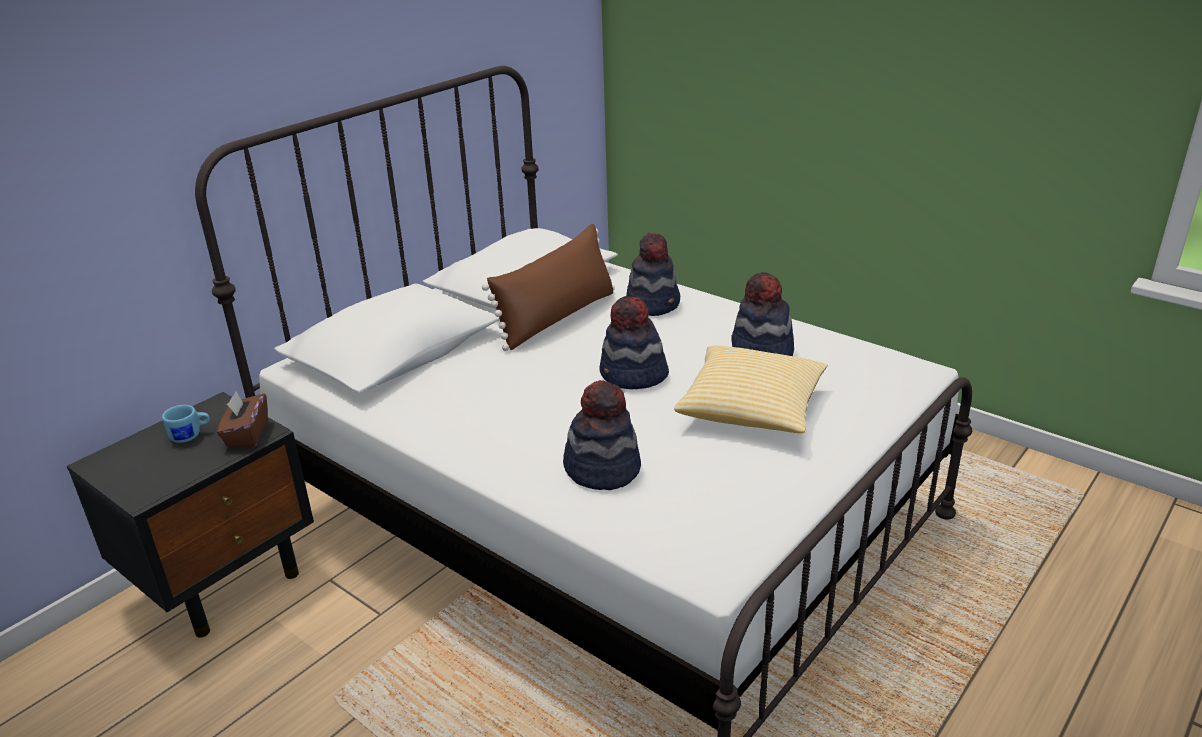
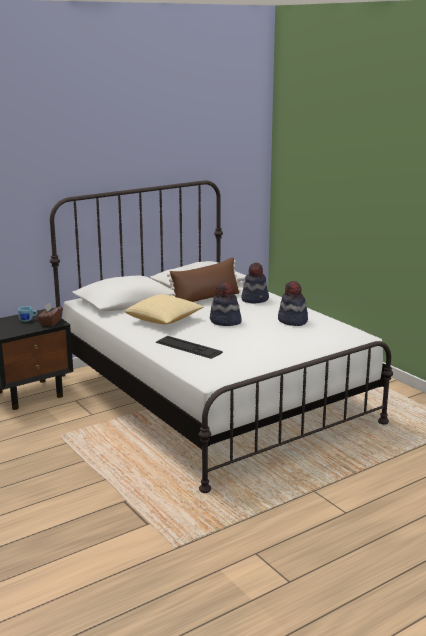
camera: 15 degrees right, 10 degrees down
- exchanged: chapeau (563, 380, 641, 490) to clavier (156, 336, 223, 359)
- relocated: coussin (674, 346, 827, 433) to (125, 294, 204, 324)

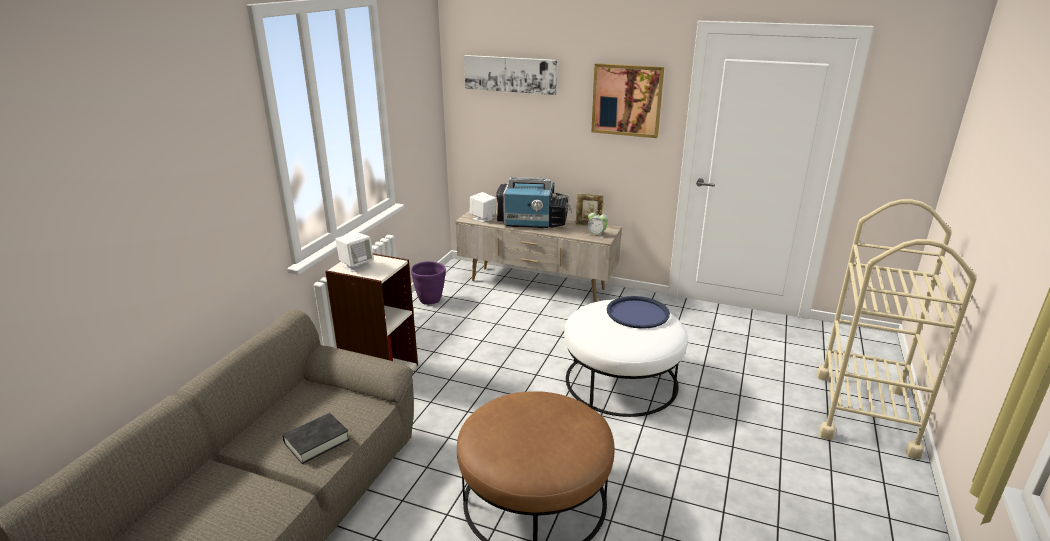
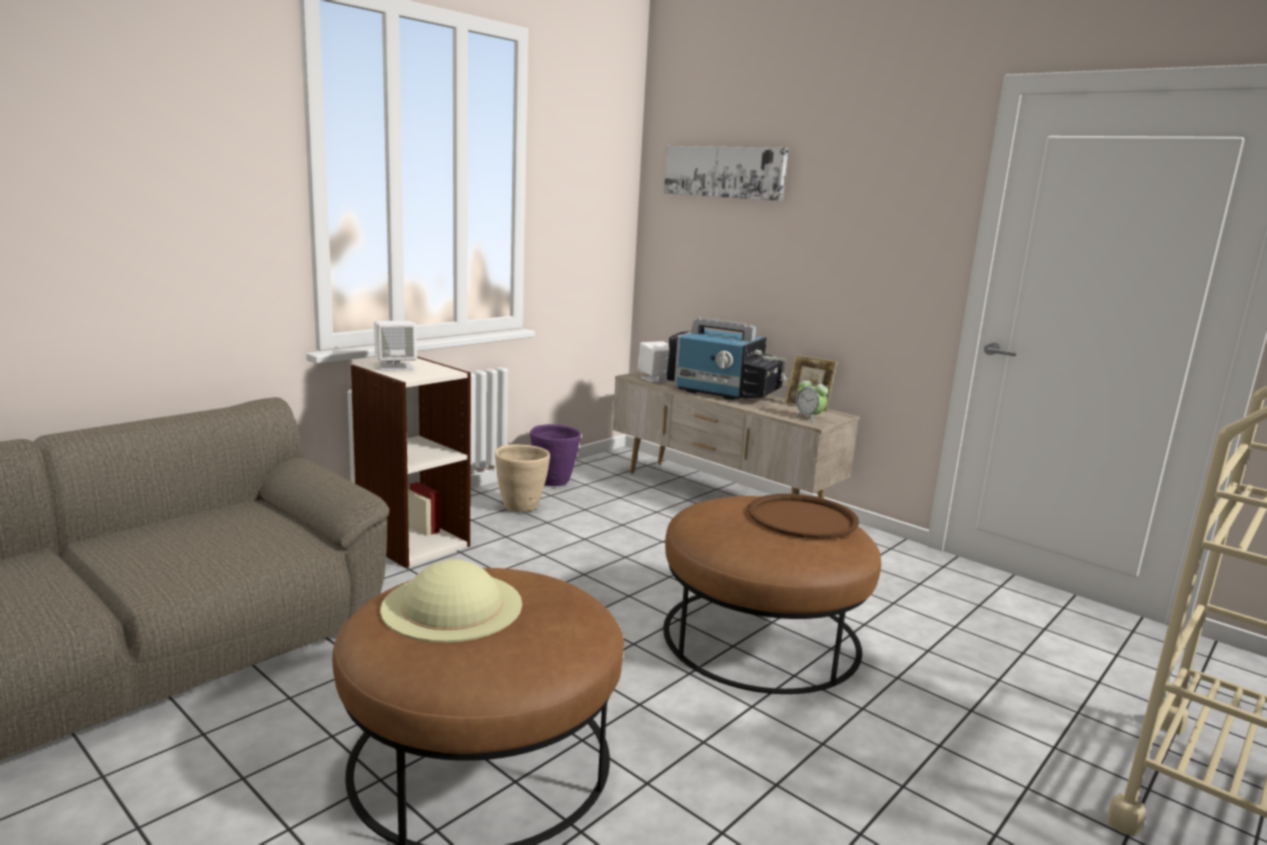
camera: 20 degrees right, 10 degrees down
- missing: livre/noir (282, 413, 350, 464)
- colour: pouf/blanc (564, 299, 688, 417) to pouf/marron (663, 496, 881, 694)
- missing: tableau (591, 63, 664, 138)
- colour: plateau/bleu (607, 296, 670, 329) to plateau/marron (748, 494, 859, 539)
- appeared: chapeau/beige (380, 560, 522, 643)
- appeared: cache-pot/beige (495, 445, 550, 513)

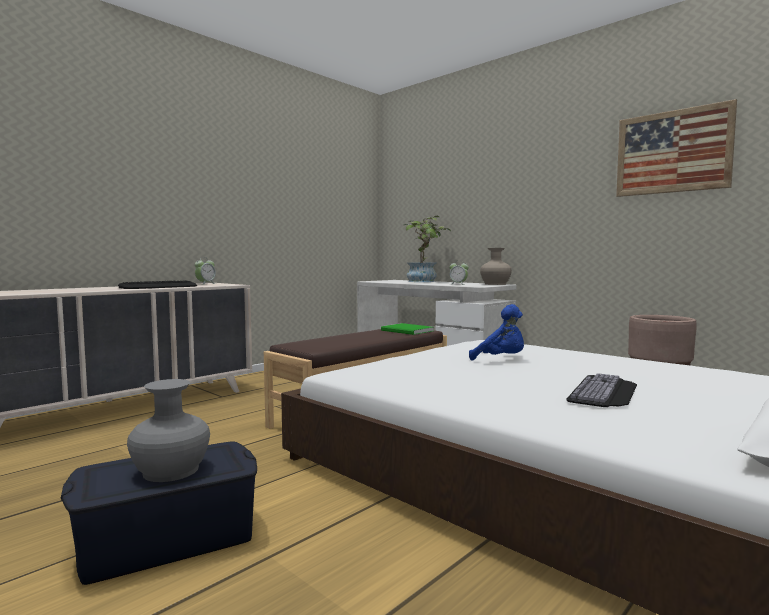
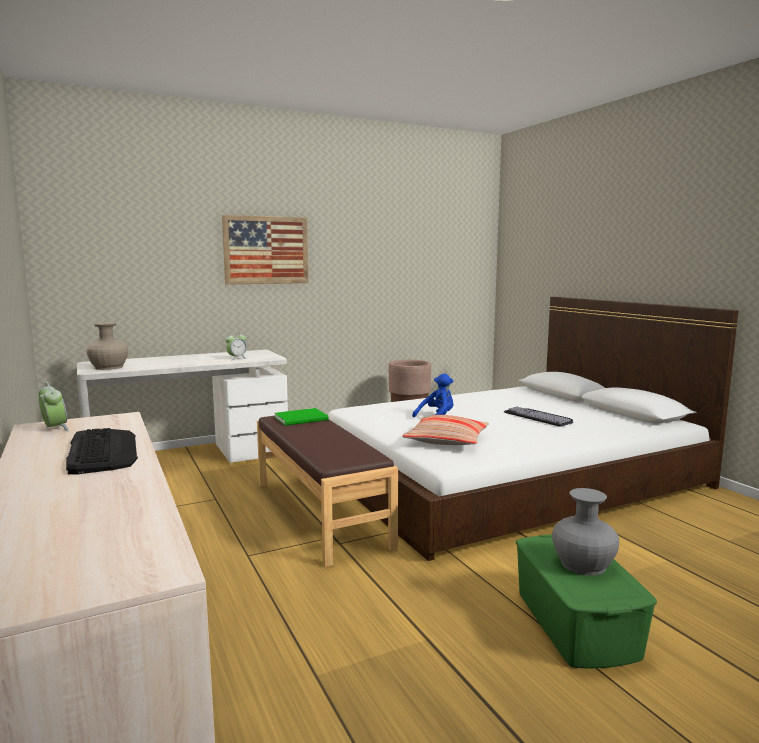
camera: 70 degrees left, 5 degrees up
- colour: boîte de rangement/bleu (61, 442, 257, 585) to boîte de rangement/vert (516, 534, 657, 668)
- missing: plante en pot (404, 216, 451, 282)
- relocated: vase/beige (480, 248, 512, 285) to (87, 322, 128, 370)
- relocated: tableau (616, 99, 737, 197) to (222, 215, 309, 285)
- appeared: coussin (402, 415, 489, 445)

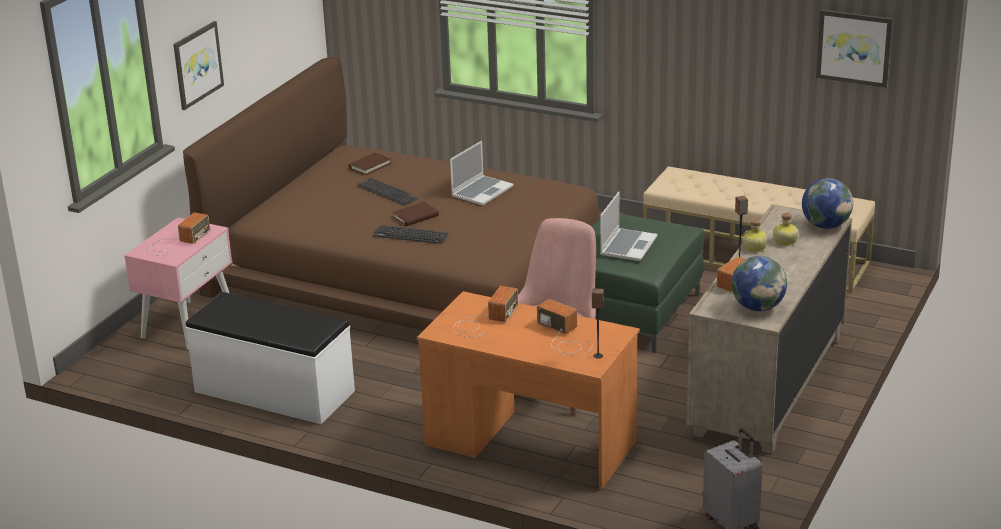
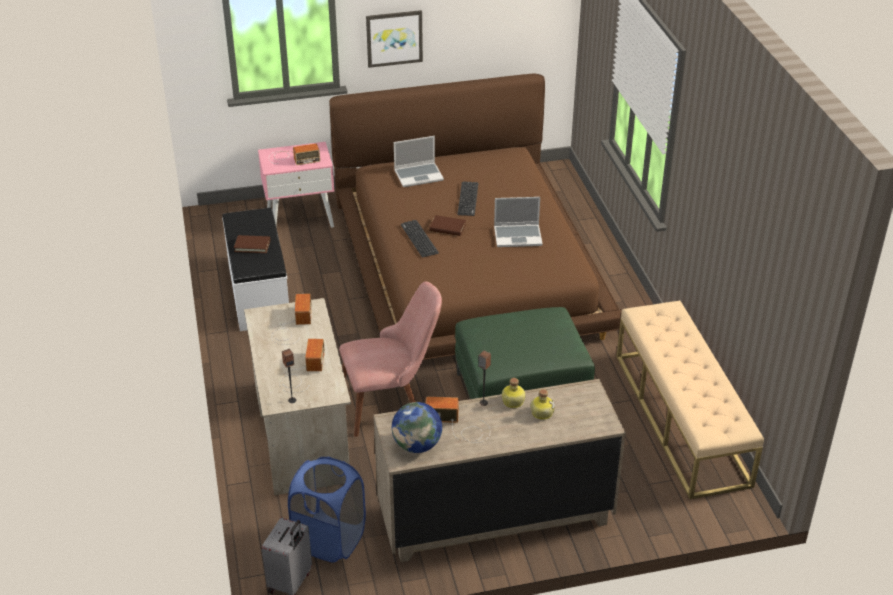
camera: 50 degrees right, 10 degrees up
- relocated: livre/marron (348, 152, 392, 175) to (234, 235, 270, 253)
- colour: bureau/orange (417, 291, 640, 490) to bureau/beige (244, 298, 351, 495)
- spun: radio (453, 286, 518, 337) = (271, 294, 312, 345) 75 degrees counterclockwise
- relocated: ordinateur portable (600, 192, 658, 261) to (394, 136, 444, 187)
- missing: globe (802, 178, 853, 229)
- missing: tableau (816, 10, 893, 88)
- appeared: panier à linge/bleu (288, 457, 366, 562)

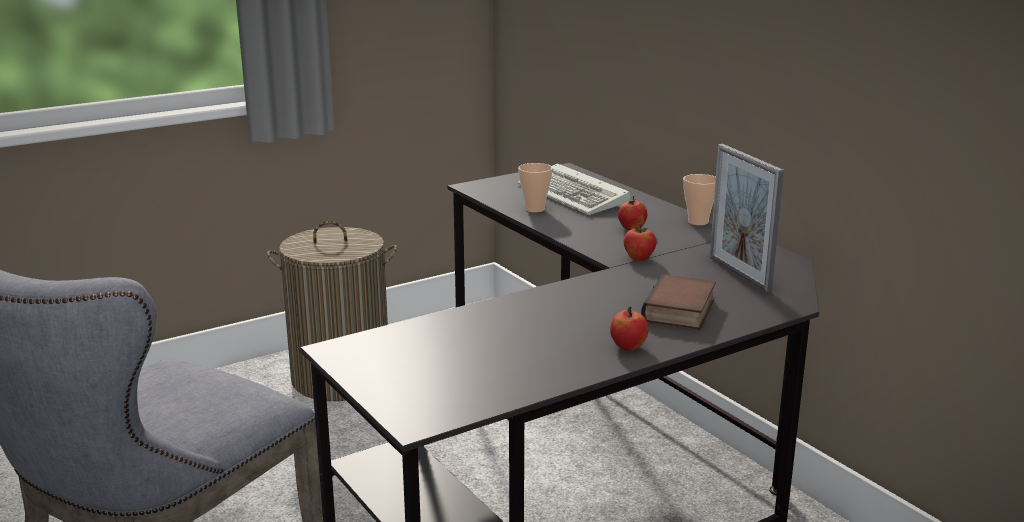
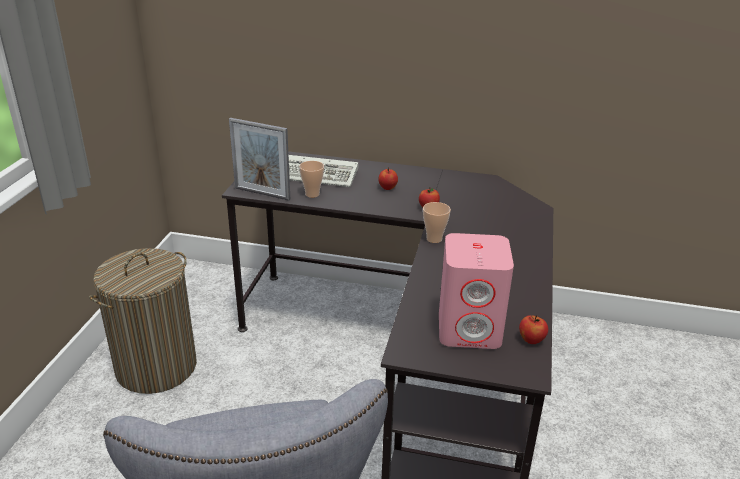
camera: 45 degrees left, 10 degrees up
- relocated: pomme (610, 306, 649, 351) to (519, 315, 548, 344)
- missing: livre (641, 274, 716, 330)
- relocated: tasse (683, 174, 716, 225) to (423, 202, 451, 243)
- relocated: cadre photo (710, 144, 784, 293) to (229, 118, 290, 201)
- appeared: enceinte/rose (439, 233, 514, 349)

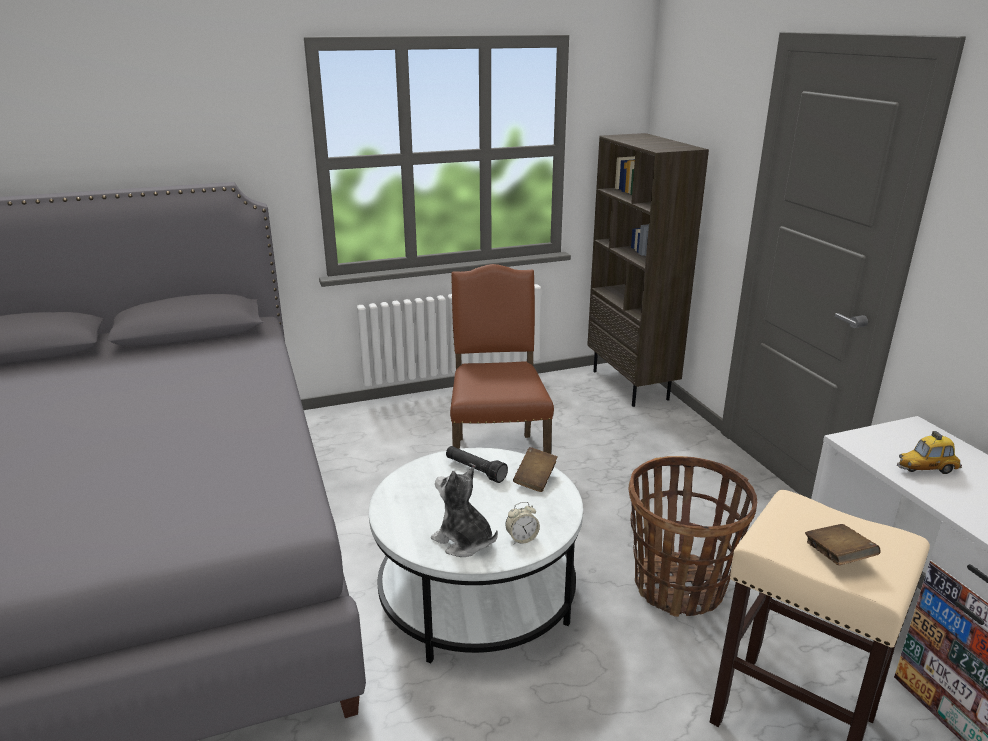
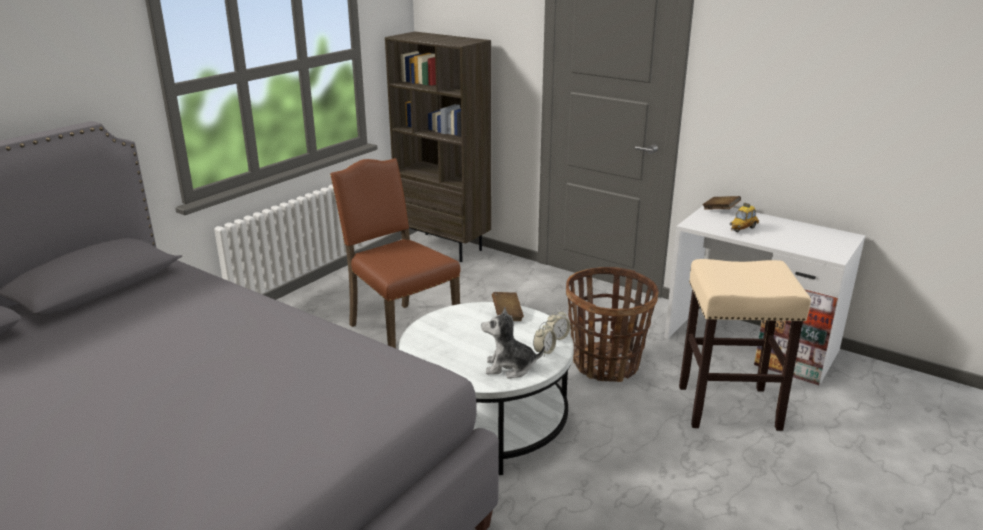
camera: 35 degrees left, 0 degrees up
- missing: lampe de poche/noir (446, 446, 508, 483)
- relocated: livre/marron (805, 524, 881, 565) to (703, 196, 741, 210)
- appeared: réveil (545, 309, 571, 340)

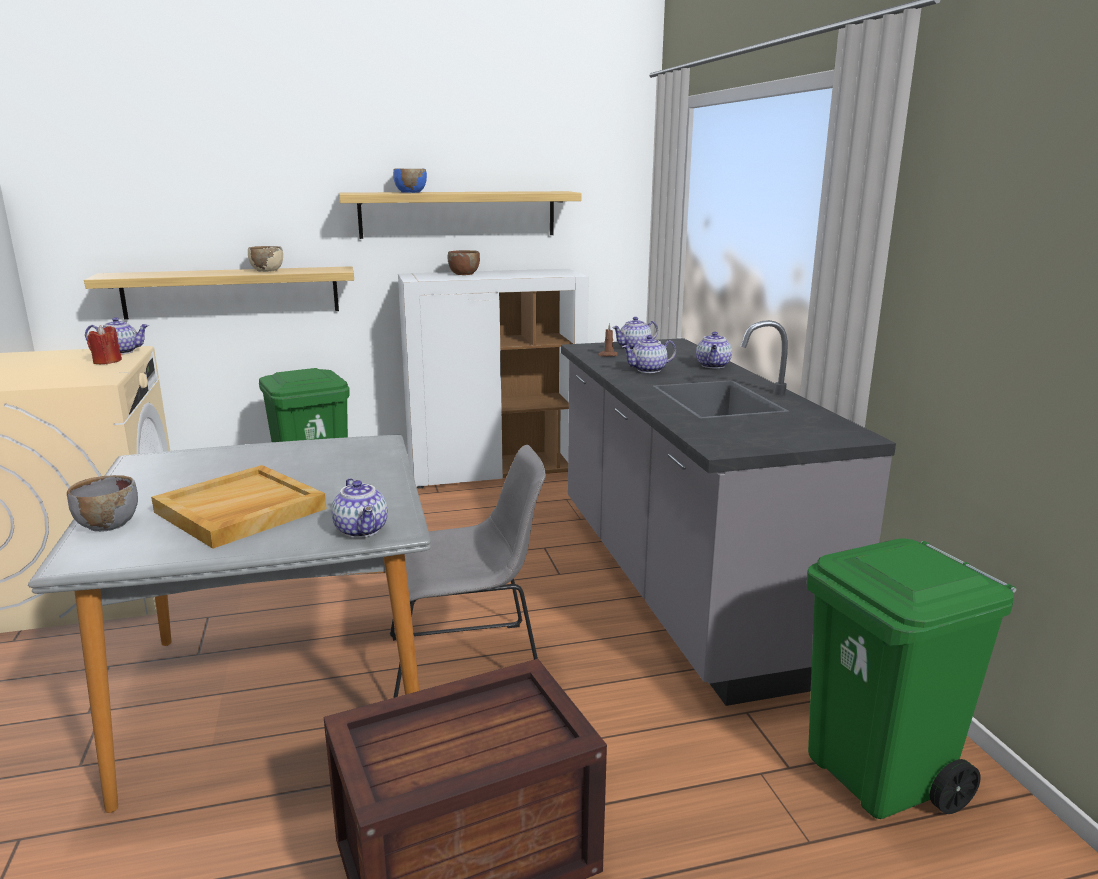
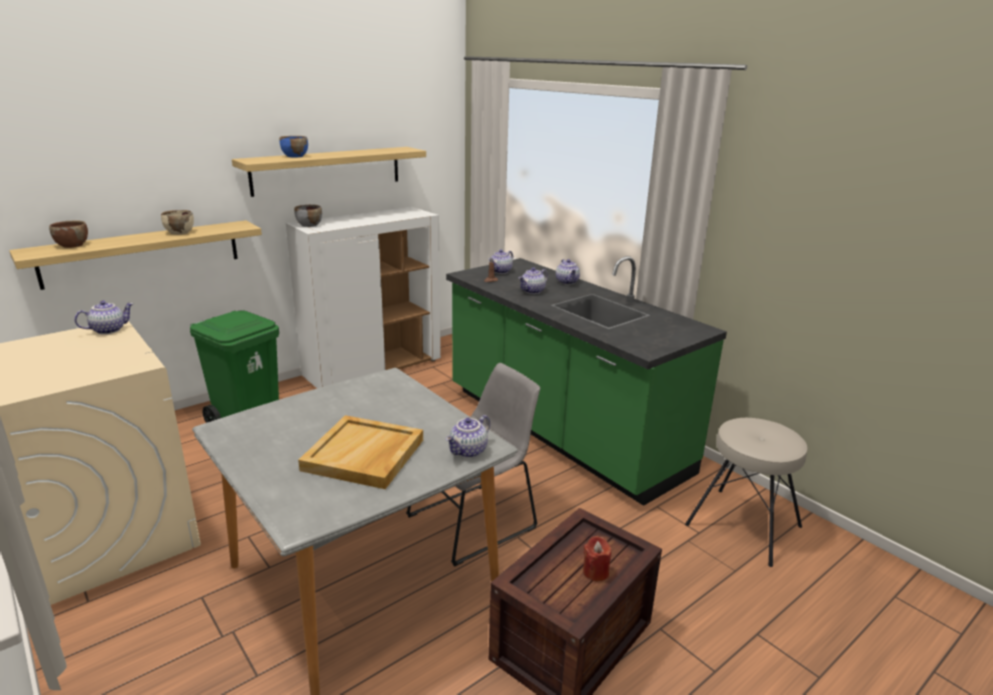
camera: 25 degrees left, 5 degrees up
- relocated: bol/gris (67, 475, 138, 532) to (294, 205, 322, 227)
- relocated: bougie/rouge (87, 325, 122, 364) to (583, 536, 611, 581)
- spun: théière (331, 478, 388, 538) = (446, 415, 490, 458) 90 degrees clockwise
- relocated: bol/marron (448, 250, 480, 275) to (49, 221, 88, 248)
- colour: comptoir de cuisine/gris (561, 320, 896, 706) to comptoir de cuisine/vert (446, 256, 727, 506)
- exchanged: poubelle/vert (807, 538, 1016, 819) to tabouret/beige (685, 418, 808, 567)

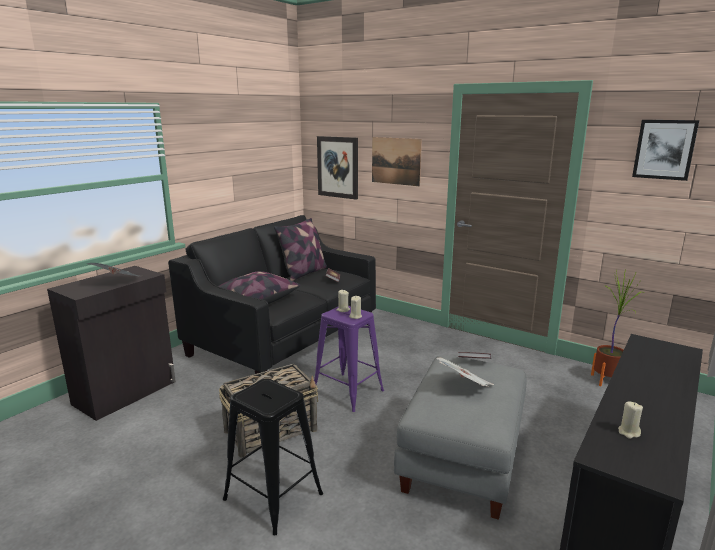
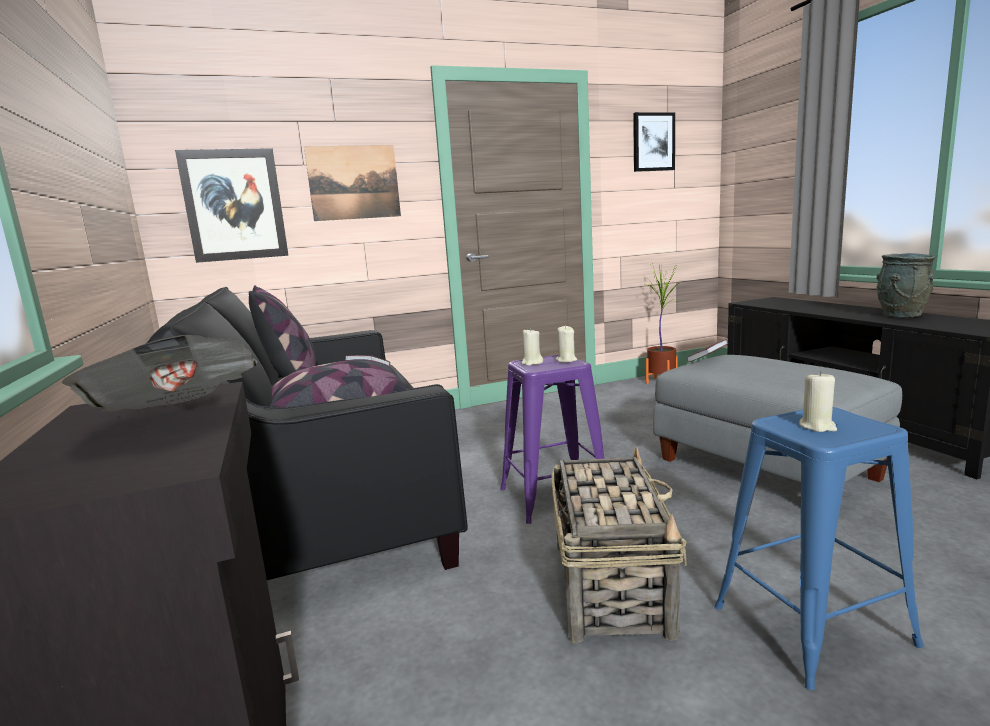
camera: 55 degrees left, 5 degrees down
- colour: tabouret/noir (223, 378, 323, 535) to tabouret/bleu (714, 407, 924, 690)
- missing: journal (436, 358, 494, 387)
- relocated: bougie/beige (618, 401, 643, 439) to (799, 371, 837, 432)
- appeared: vase/gris (876, 253, 936, 318)

